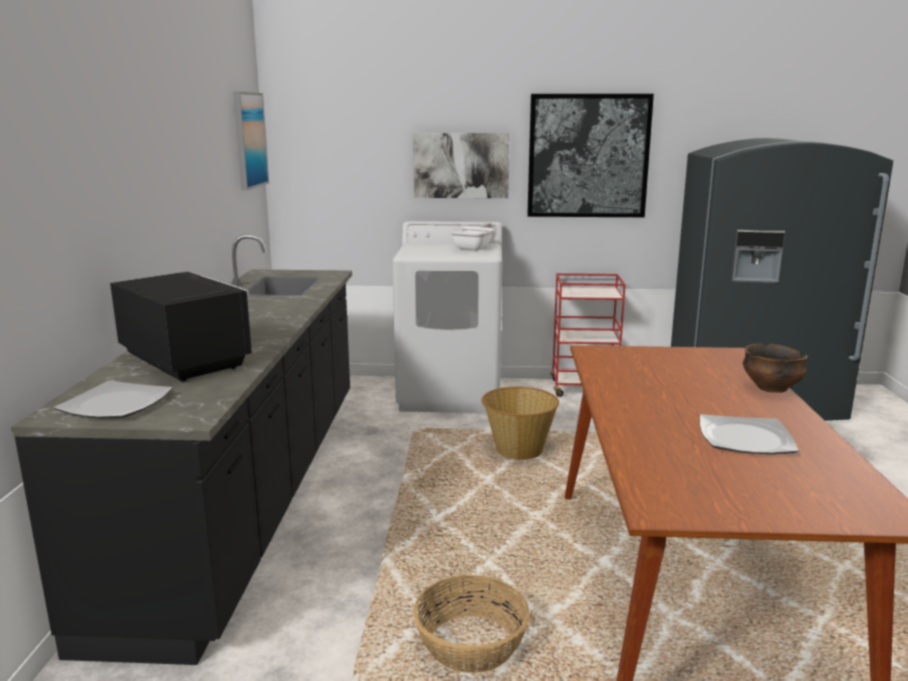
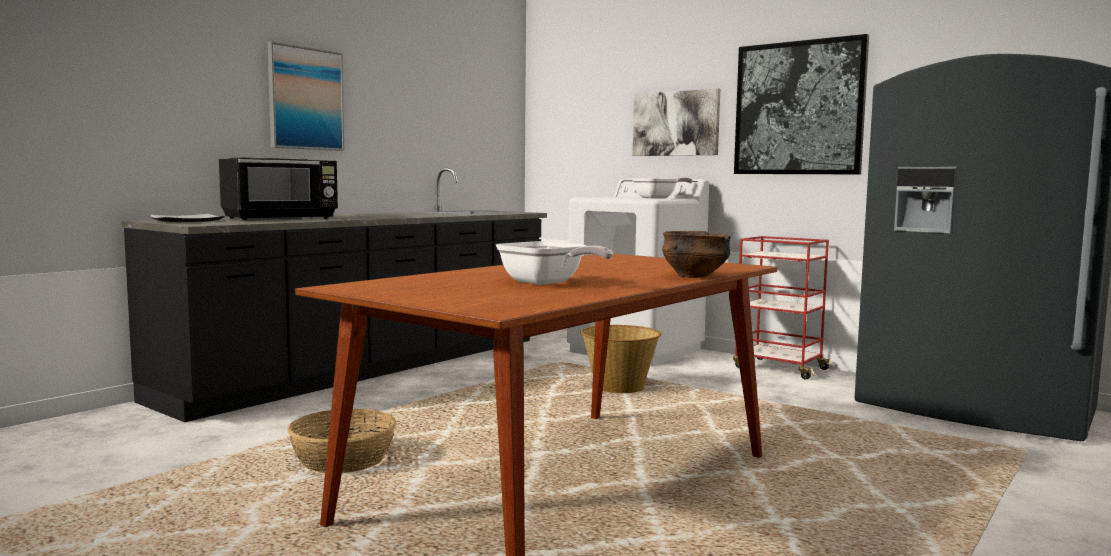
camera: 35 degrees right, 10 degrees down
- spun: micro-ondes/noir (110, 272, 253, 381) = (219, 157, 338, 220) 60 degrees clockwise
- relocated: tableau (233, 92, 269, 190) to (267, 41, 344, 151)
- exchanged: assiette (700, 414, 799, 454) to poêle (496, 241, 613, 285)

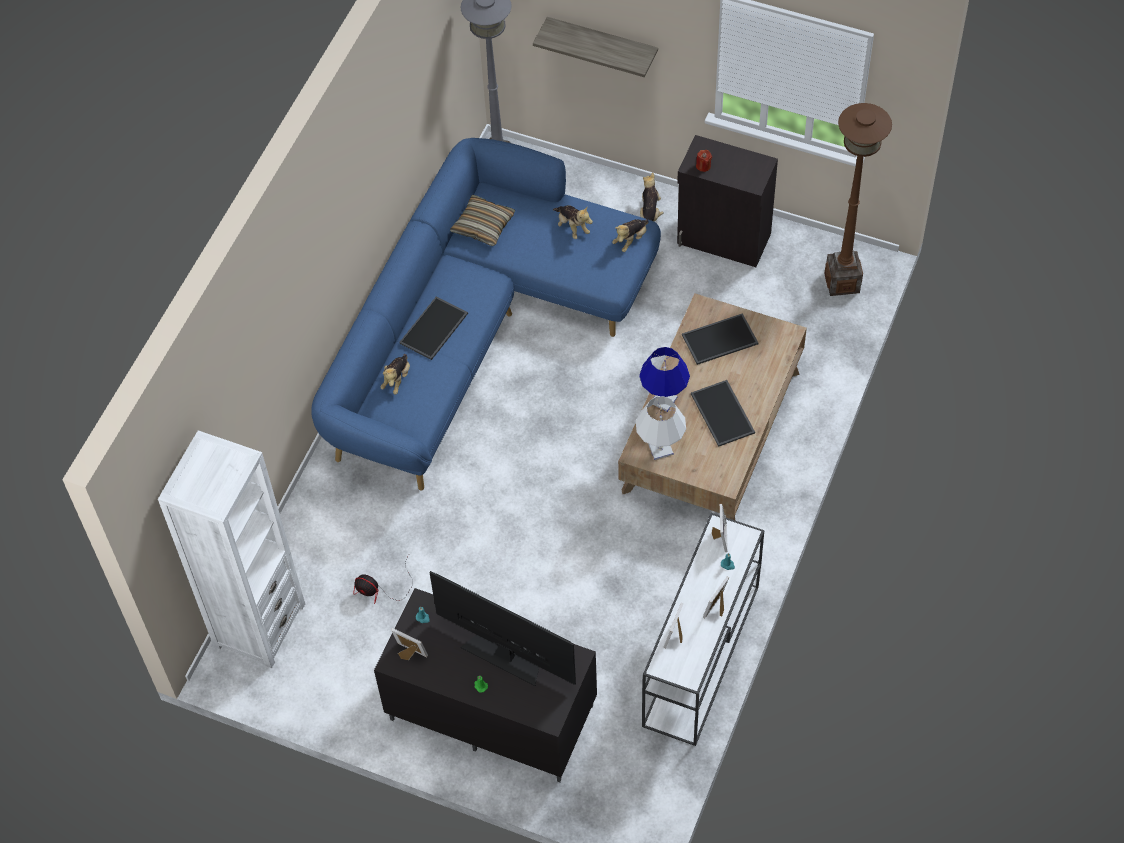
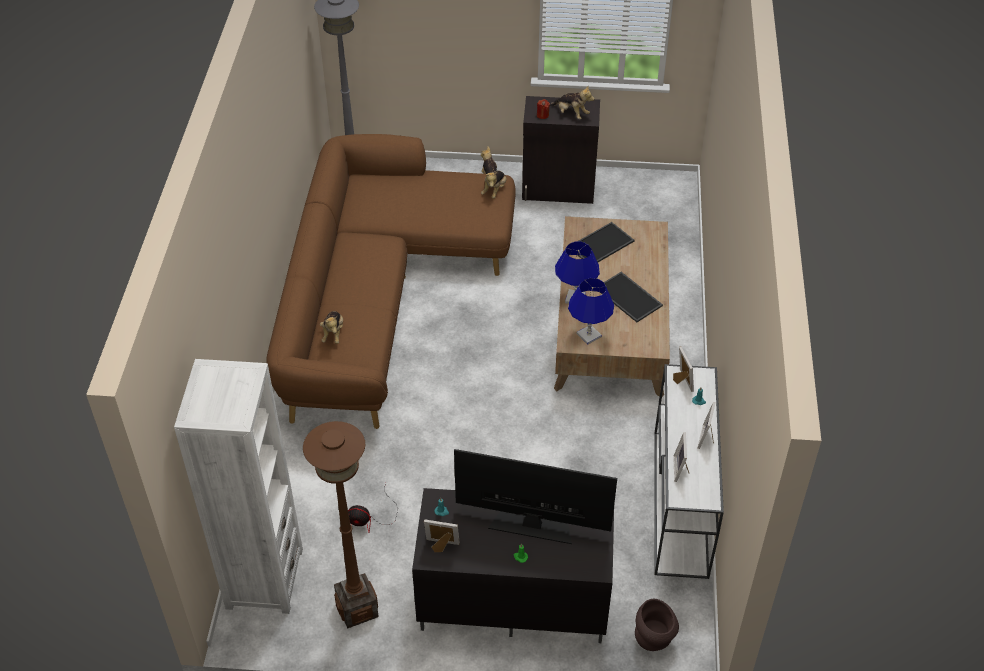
camera: 20 degrees left, 10 degrees down
- colour: canapé/bleu (311, 138, 661, 490) to canapé/marron (266, 134, 516, 429)
- missing: plateau (399, 297, 468, 360)
- missing: coussin (450, 195, 515, 246)
- missing: étagère (533, 17, 658, 77)
- relocated: peluche (553, 205, 593, 239) to (550, 86, 595, 119)
- colour: lampe de table/blanc (636, 396, 686, 460) to lampe de table/bleu (568, 278, 614, 345)
- relocated: lampadaire/marron (824, 103, 892, 296) to (303, 421, 379, 628)
- appeared: vase/marron (635, 599, 679, 651)

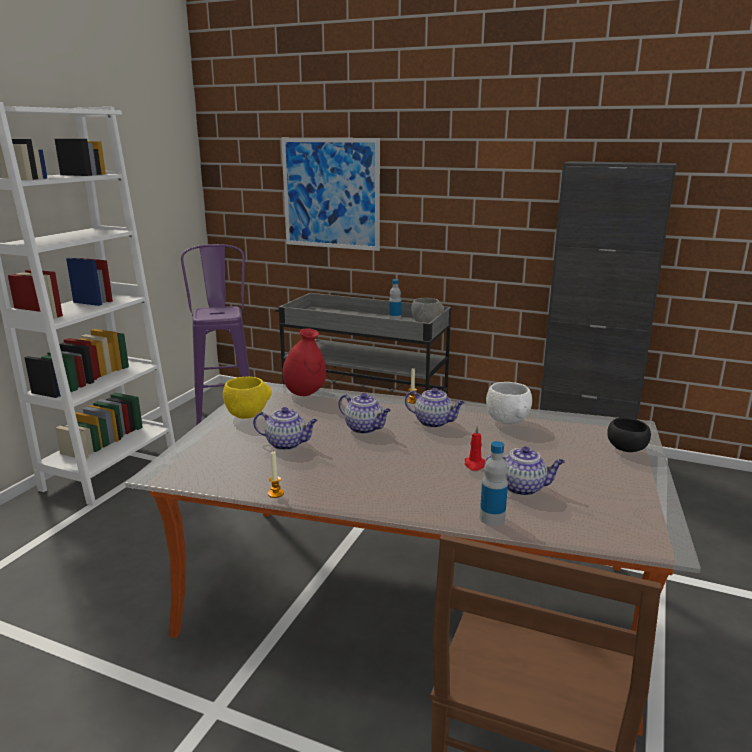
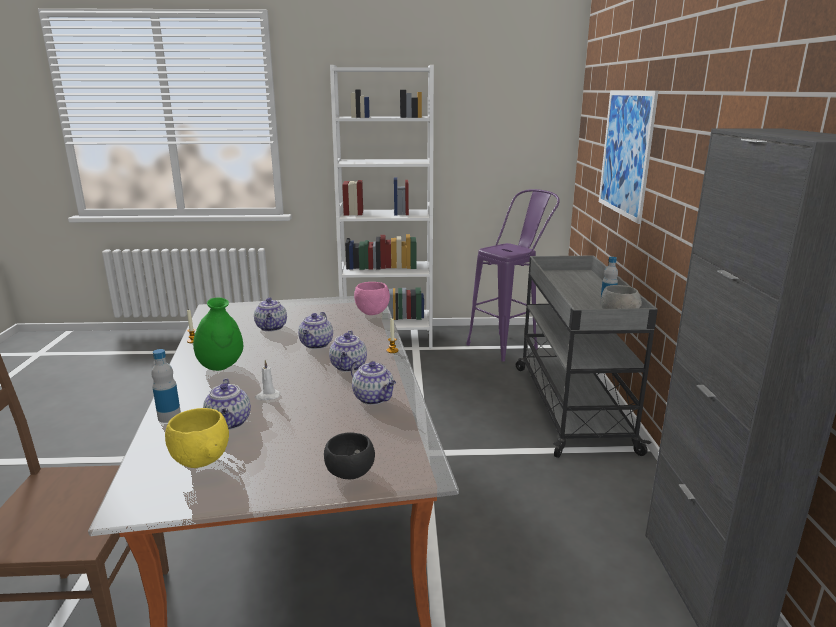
camera: 65 degrees right, 0 degrees up
- relocated: bol/jaune (223, 377, 272, 419) to (165, 408, 229, 468)
- exchanged: vase/rouge (283, 328, 326, 396) to bol/rose (354, 282, 390, 315)
- colour: bougie/rouge (465, 426, 485, 471) to bougie/blanc (255, 360, 280, 400)
- exchanged: bol/blanc (486, 382, 532, 425) to théière (351, 360, 396, 405)
- appeared: vase/vert (193, 298, 243, 371)

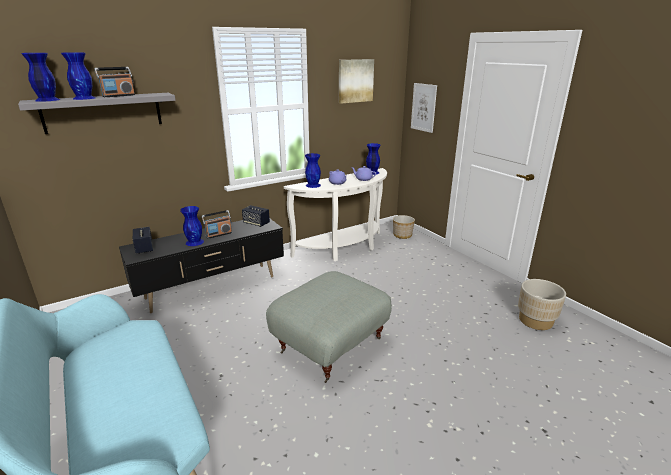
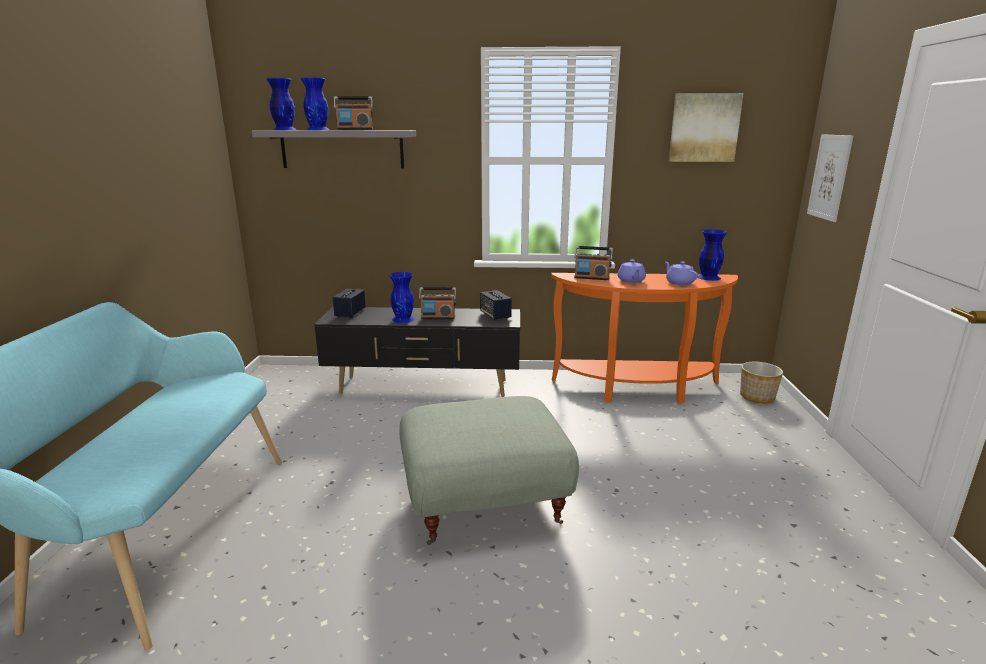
camera: 35 degrees right, 5 degrees down
- colour: table console/blanc (284, 168, 387, 262) to table console/orange (551, 273, 738, 404)
- exchanged: vase/bleu (305, 153, 321, 188) to radio (574, 246, 613, 280)
- missing: cache-pot/beige (518, 279, 566, 330)

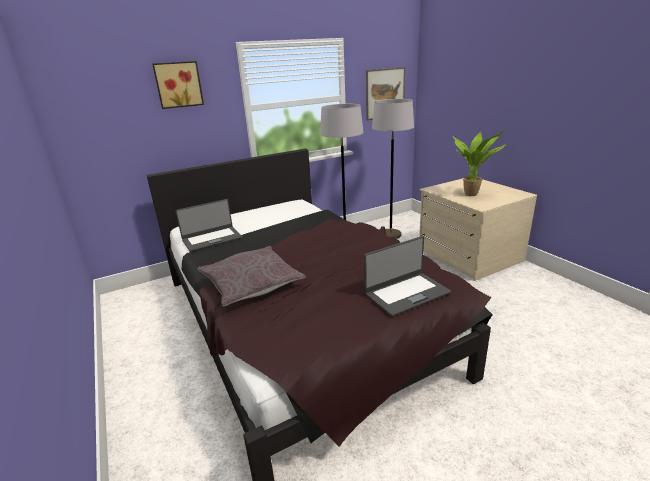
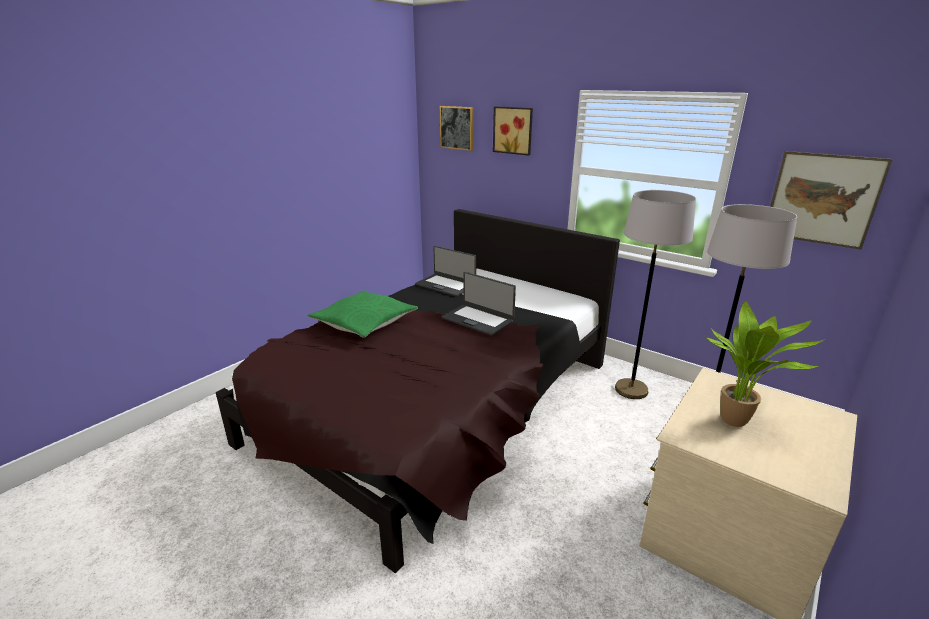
camera: 65 degrees right, 0 degrees up
- colour: coussin/gris (197, 246, 306, 306) to coussin/vert (308, 290, 418, 338)
- relocated: ordinateur portable (364, 236, 451, 317) to (442, 272, 516, 336)
- appeared: tableau (439, 106, 473, 151)

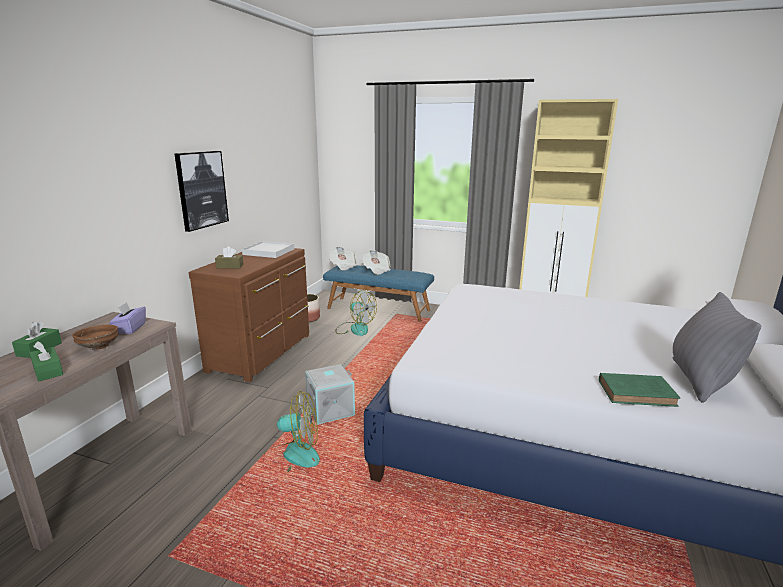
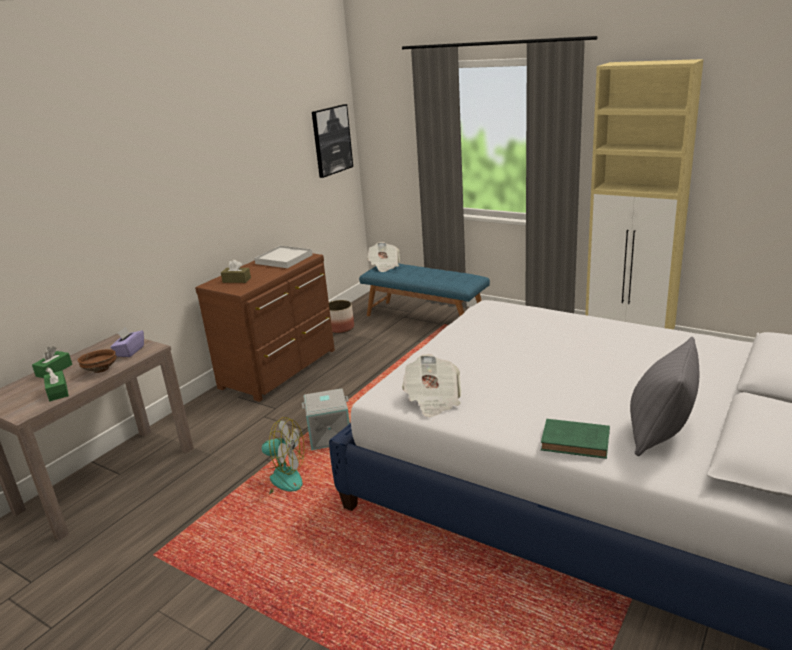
camera: 15 degrees right, 5 degrees up
- relocated: tableau (175, 151, 229, 232) to (312, 104, 353, 178)
- missing: ventilateur (336, 290, 377, 336)
- relocated: journal (362, 250, 391, 275) to (402, 354, 461, 417)

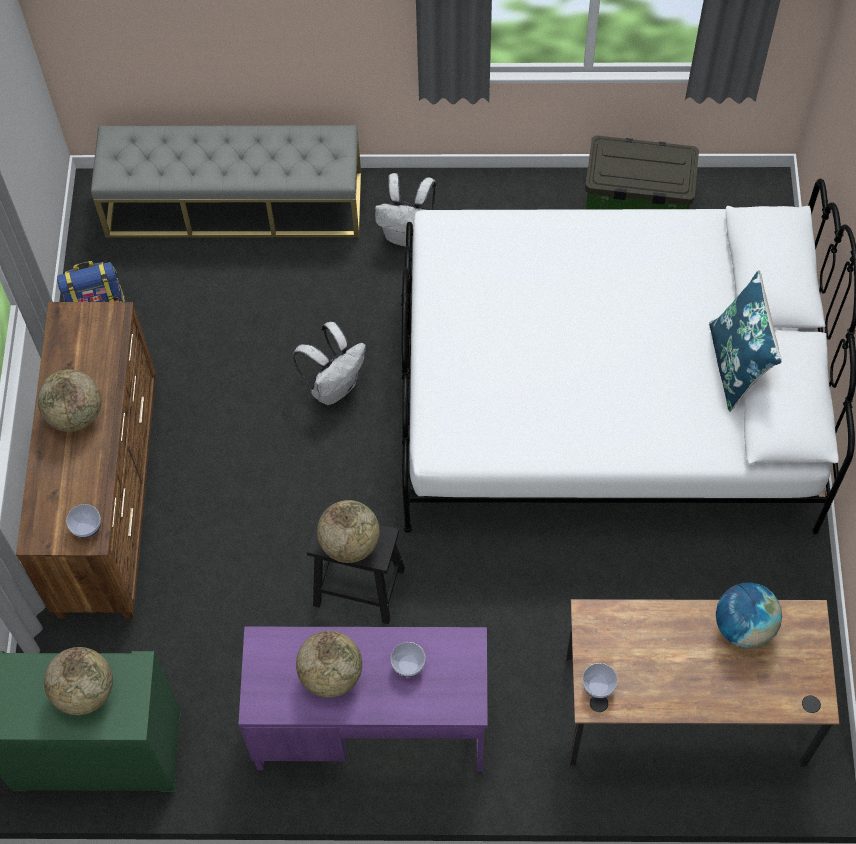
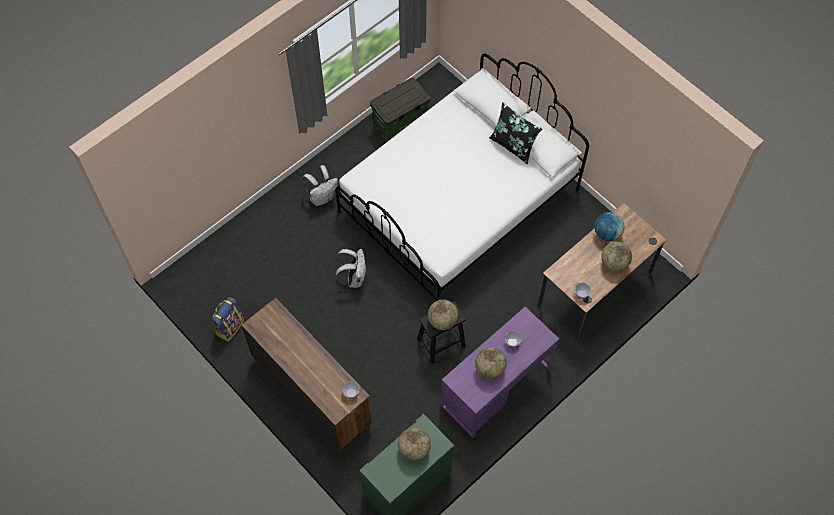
camera: 45 degrees left, 0 degrees up
- relocated: globe (38, 369, 101, 432) to (602, 241, 632, 272)
- missing: banc/gris (91, 125, 361, 238)
- colour: coussin/bleu (709, 270, 782, 412) to coussin/noir (489, 102, 542, 165)

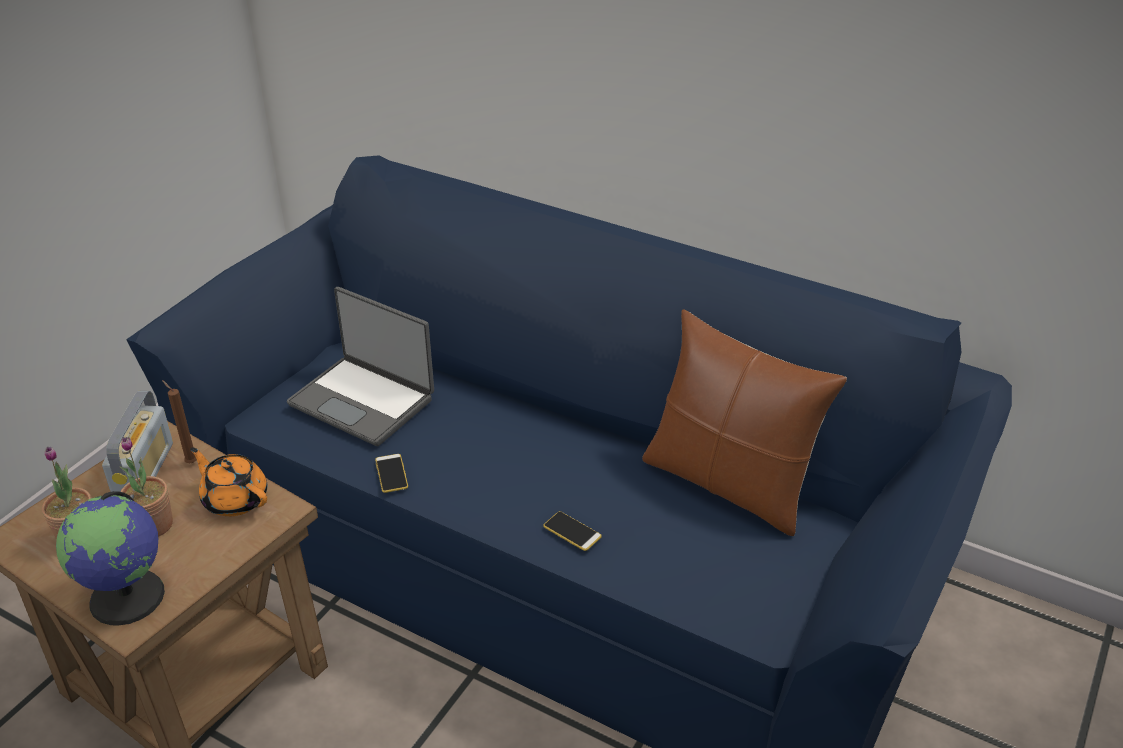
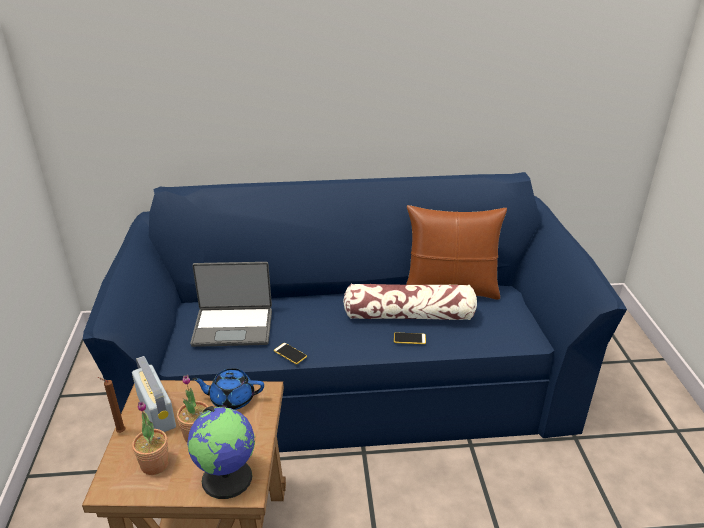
camera: 35 degrees left, 5 degrees down
- relocated: bougie/marron (162, 380, 197, 463) to (98, 377, 125, 433)
- colour: théière/orange (190, 448, 267, 516) to théière/bleu (192, 368, 264, 410)
- appeared: coussin (343, 284, 477, 320)

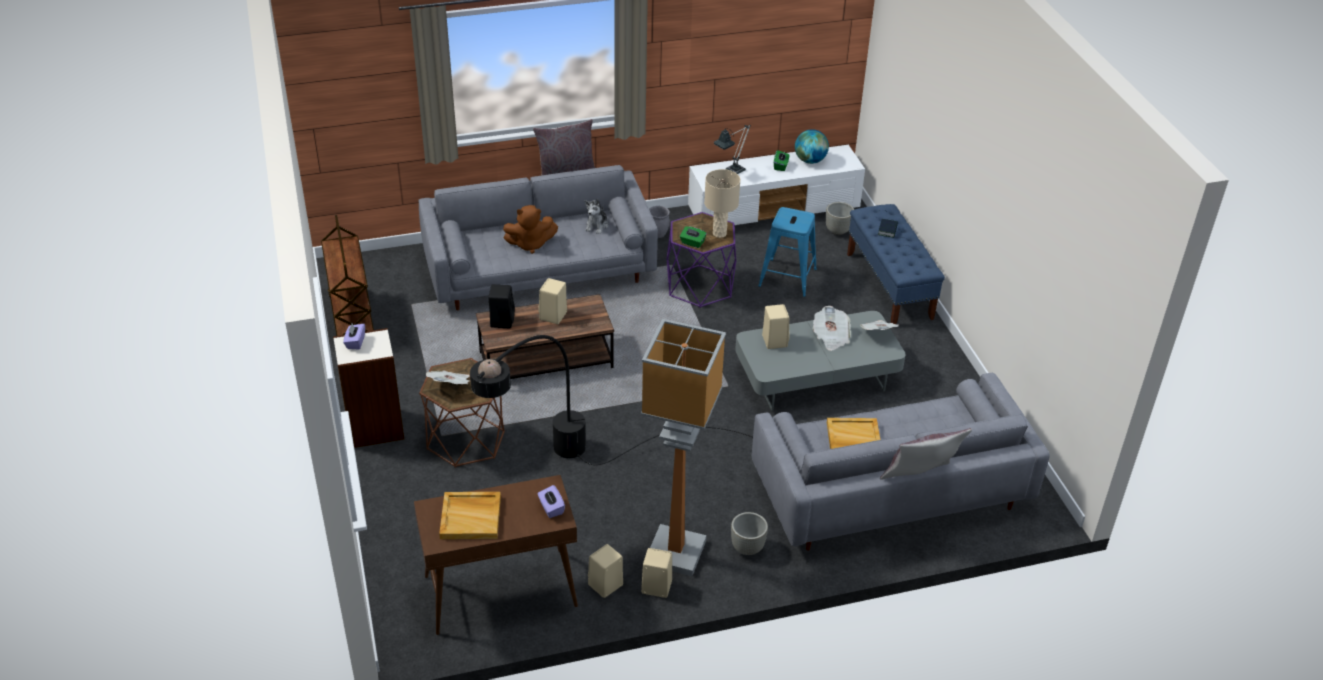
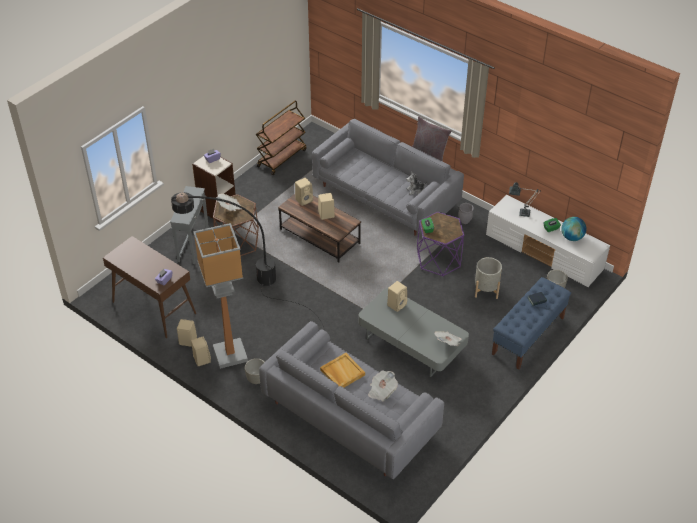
camera: 55 degrees right, 5 degrees up
- missing: plateau/beige (439, 492, 501, 539)
- colour: enceinte/noir (488, 284, 515, 328) to enceinte/beige (295, 178, 313, 206)
- missing: peluche/marron (503, 205, 558, 254)
- missing: lampe de table/beige (704, 169, 740, 238)
- exchanged: tabouret/bleu (758, 207, 817, 297) to cache-pot/gris (475, 257, 502, 299)
- relocated: journal (812, 306, 851, 351) to (368, 370, 398, 402)
- missing: coussin/gris (880, 428, 972, 480)
- appeared: table d'appoint/gris (170, 186, 209, 264)

